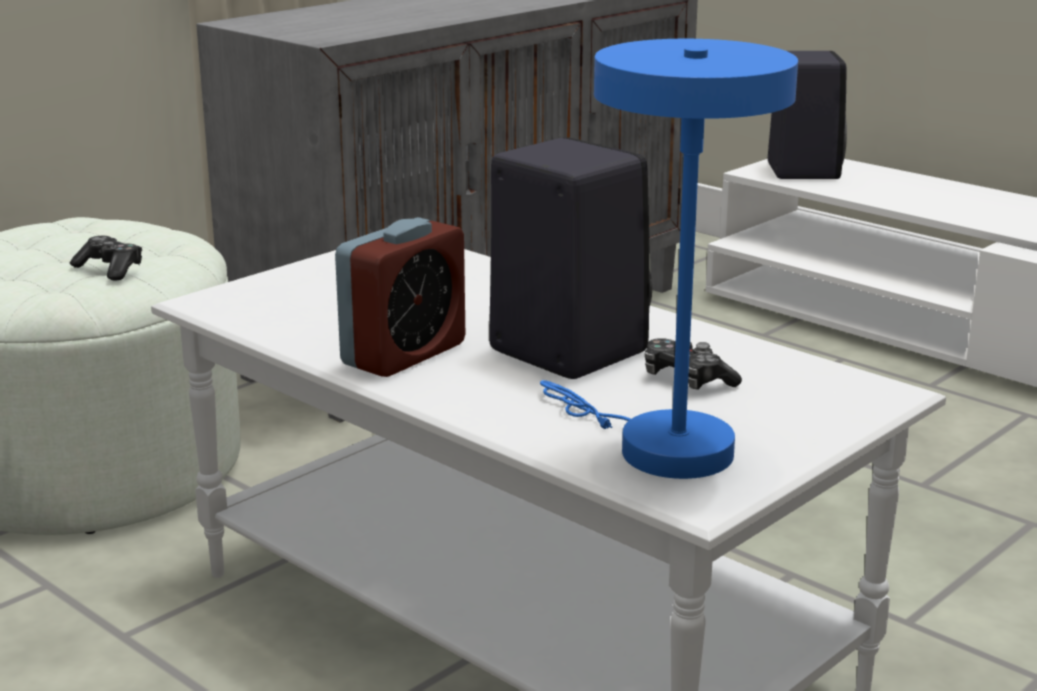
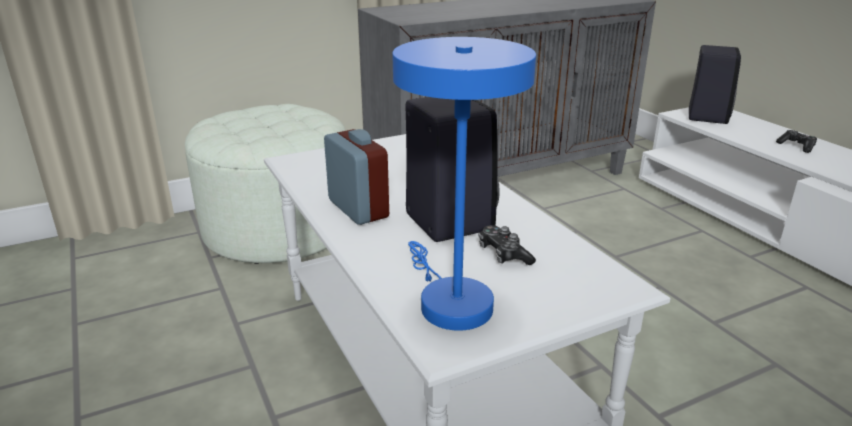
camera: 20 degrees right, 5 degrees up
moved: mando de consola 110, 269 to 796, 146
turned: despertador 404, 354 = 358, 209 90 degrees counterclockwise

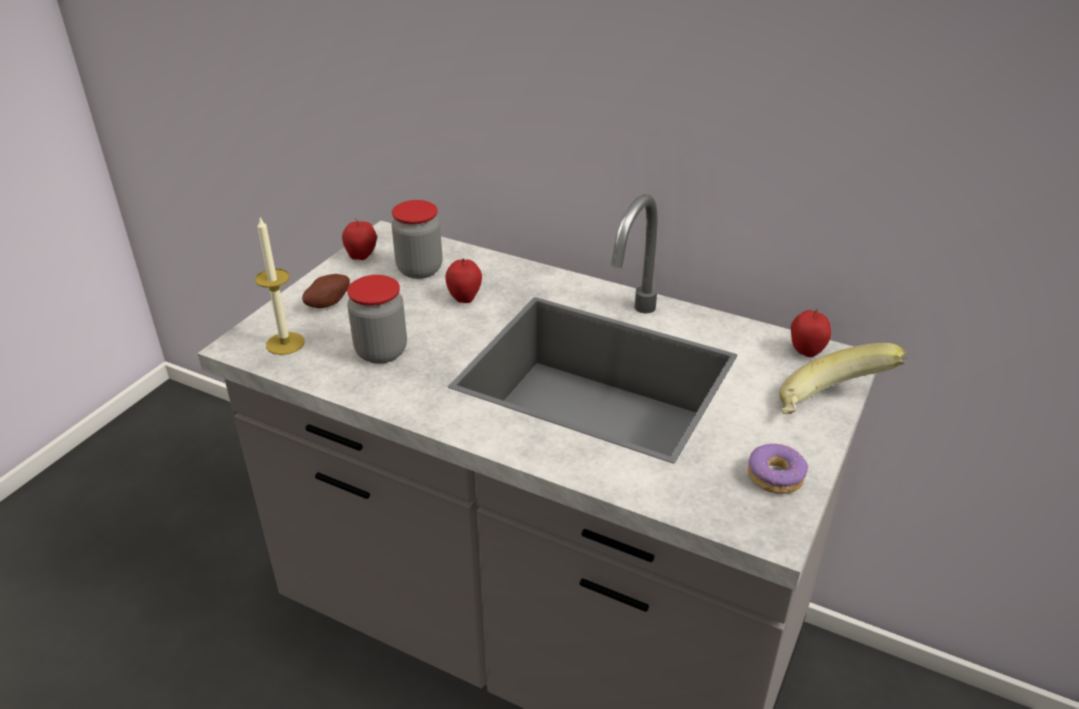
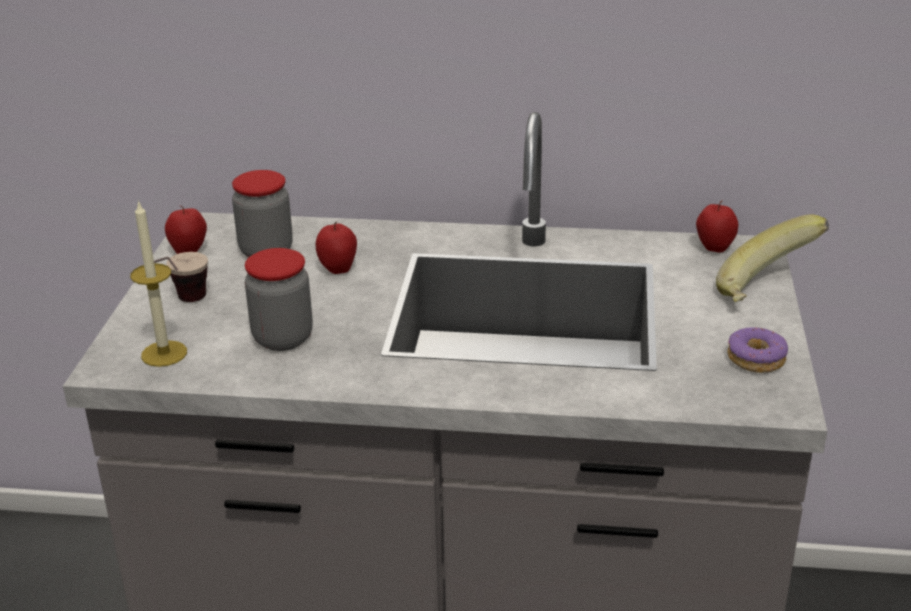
camera: 20 degrees left, 5 degrees down
replaced: patata 327, 303 to taza 183, 304

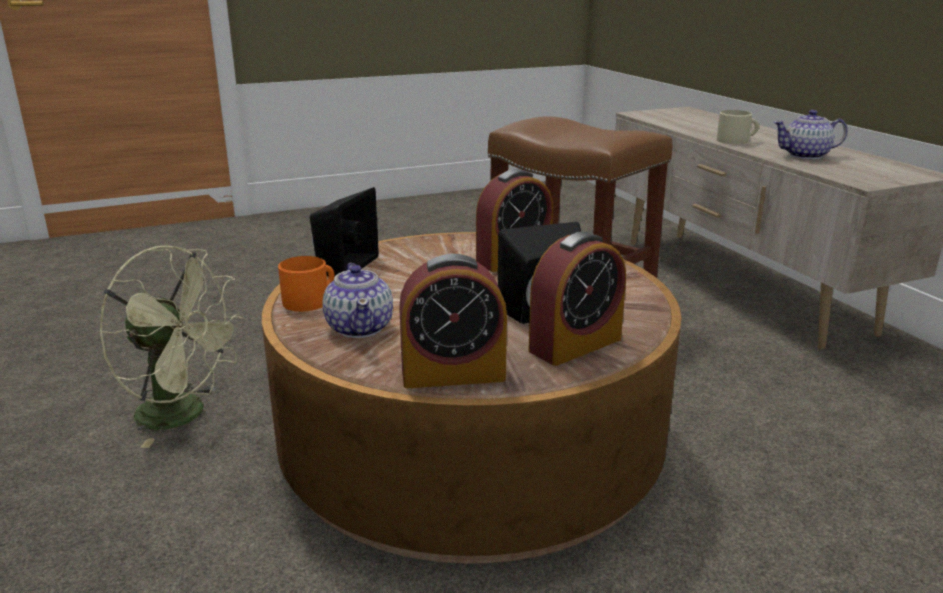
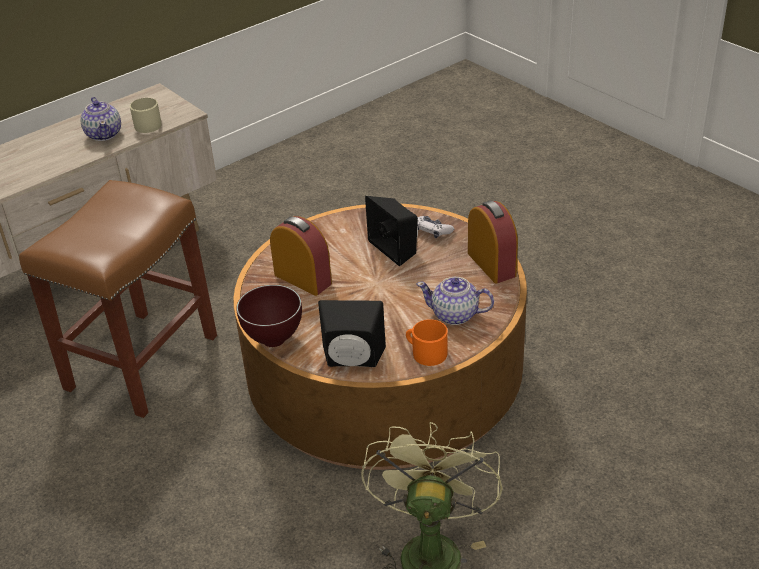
camera: 105 degrees left, 15 degrees up
added: cuenco (marrón) 275, 339
moved: taza grande (beis) 736, 141 to 148, 124
replaced: despertador 575, 345 to mando de consola 432, 231
turned: tetera 360, 327 = 455, 315 135 degrees counterclockwise

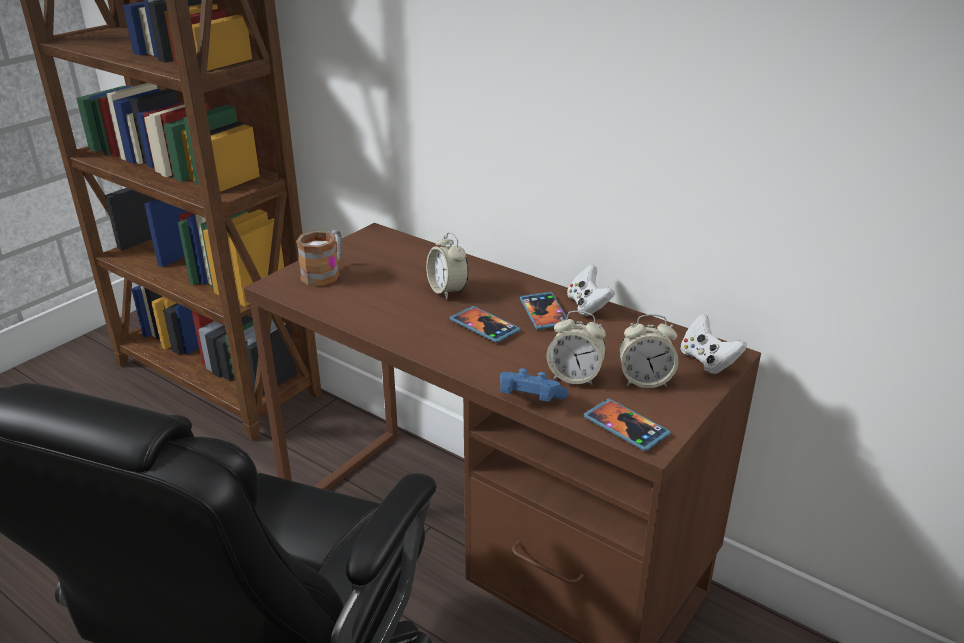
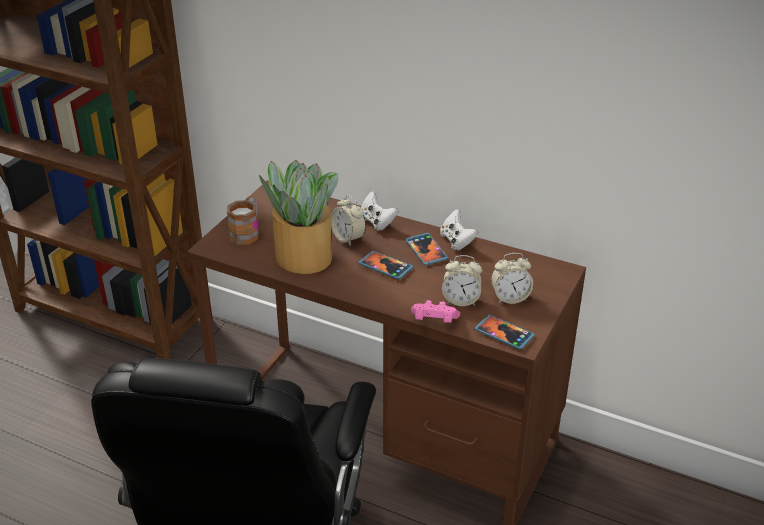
camera: 10 degrees left, 5 degrees up
added: planta en maceta 303, 256
moved: mando de consola (blanco) 707, 361 to 377, 222
recoloured: mando de consola (azul) 529, 400 to mando de consola (rosa) 434, 321

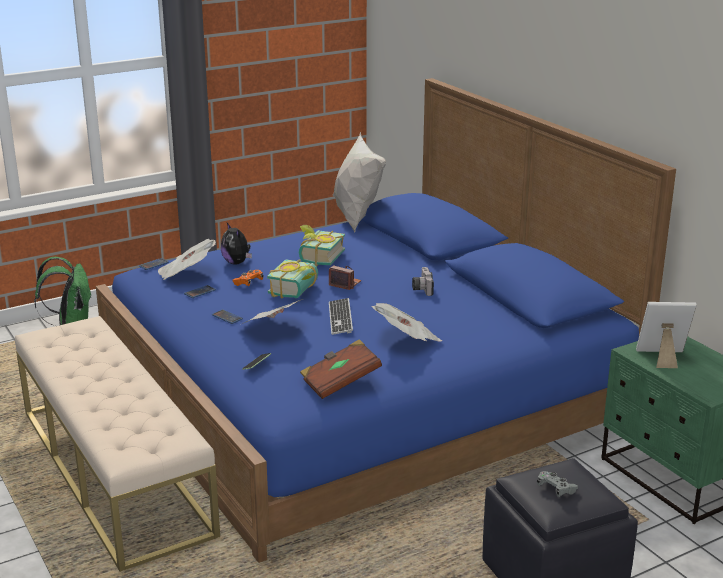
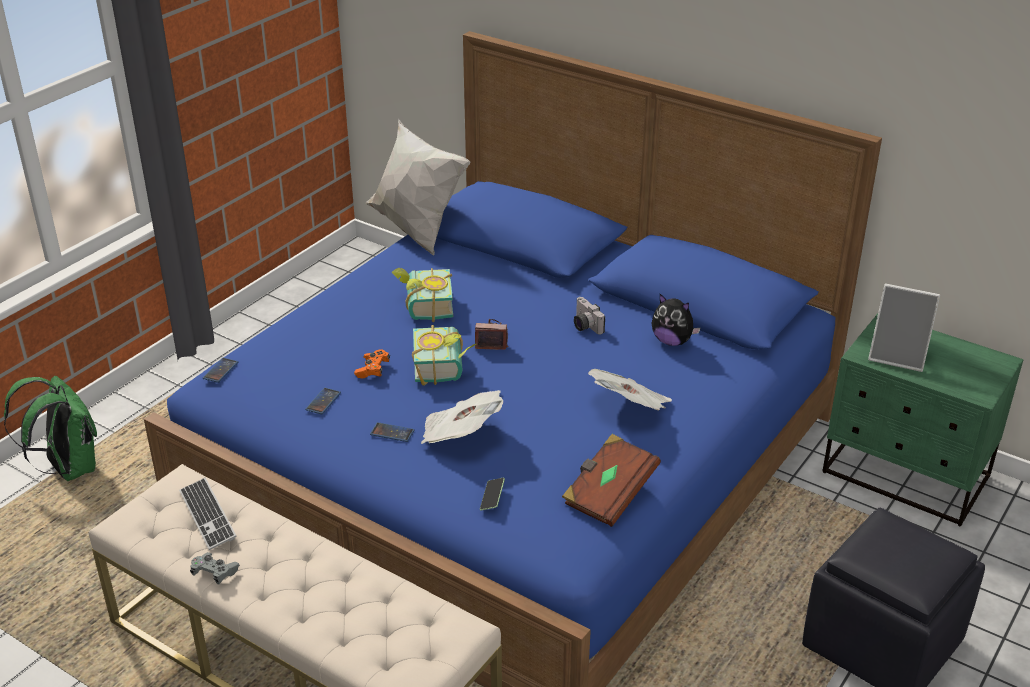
camera: 25 degrees left, 10 degrees up
removed: periódico 186, 274
moved: peluche 237, 262 to 672, 341; teclado 340, 318 to 207, 515; mando de consola (gris) 556, 489 to 214, 573
turned: portarretratos 661, 358 = 898, 356 135 degrees counterclockwise

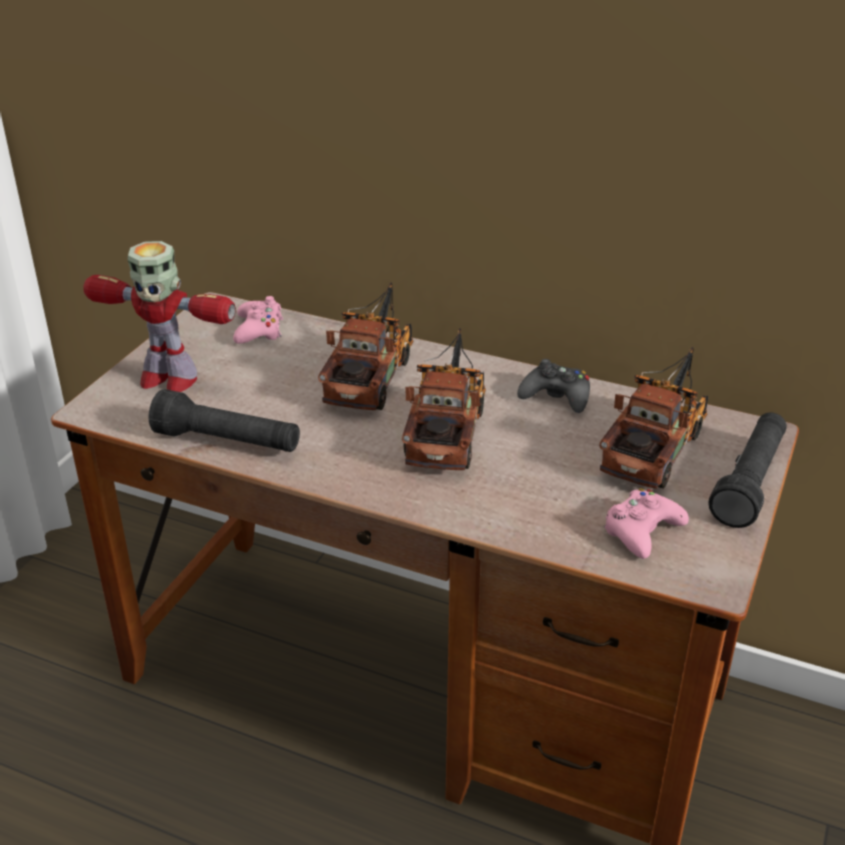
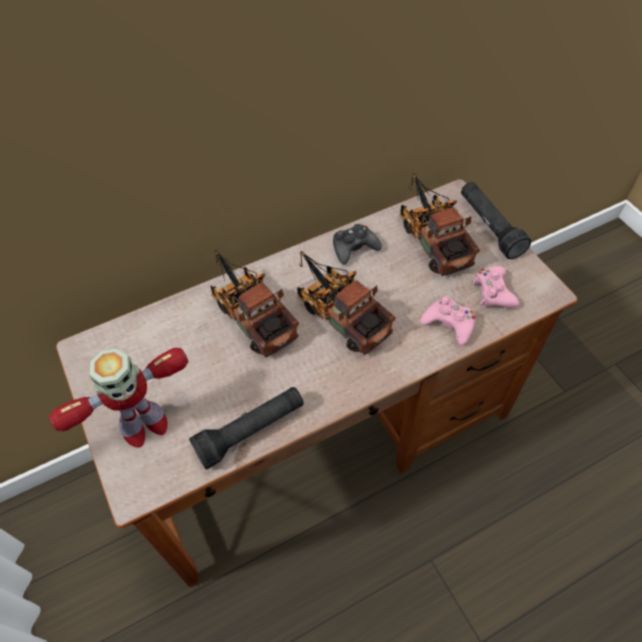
camera: 50 degrees left, 20 degrees up
moved: mando de consola (rosa) 259, 330 to 449, 324

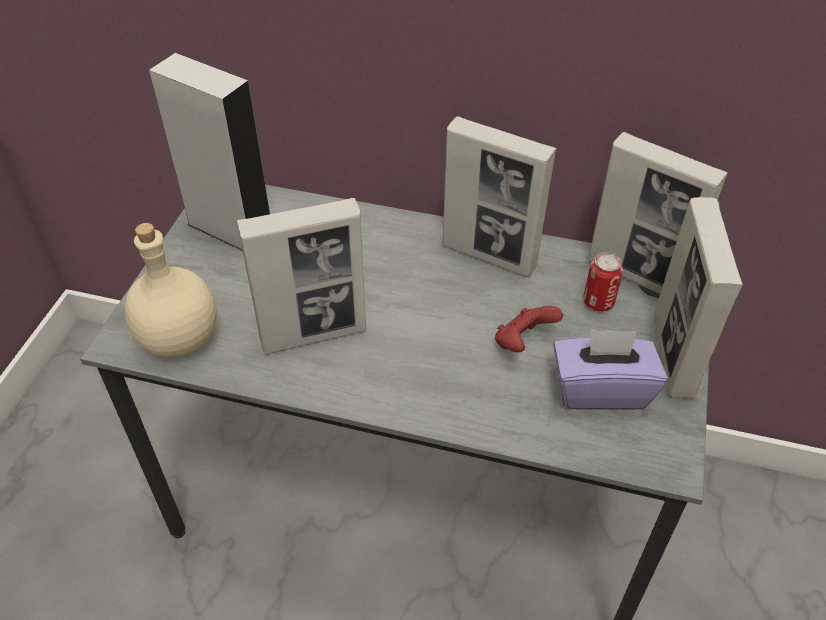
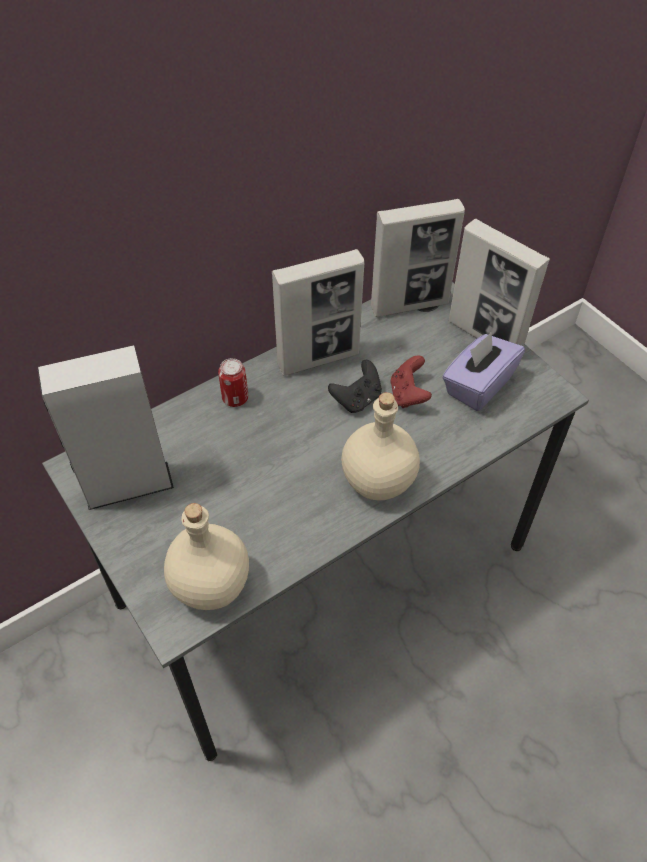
camera: 50 degrees left, 5 degrees up
removed: portarretratos 314, 335
added: mando de consola (negro) 357, 399; botella (beis) 379, 480
moved: lata 598, 302 to 235, 398

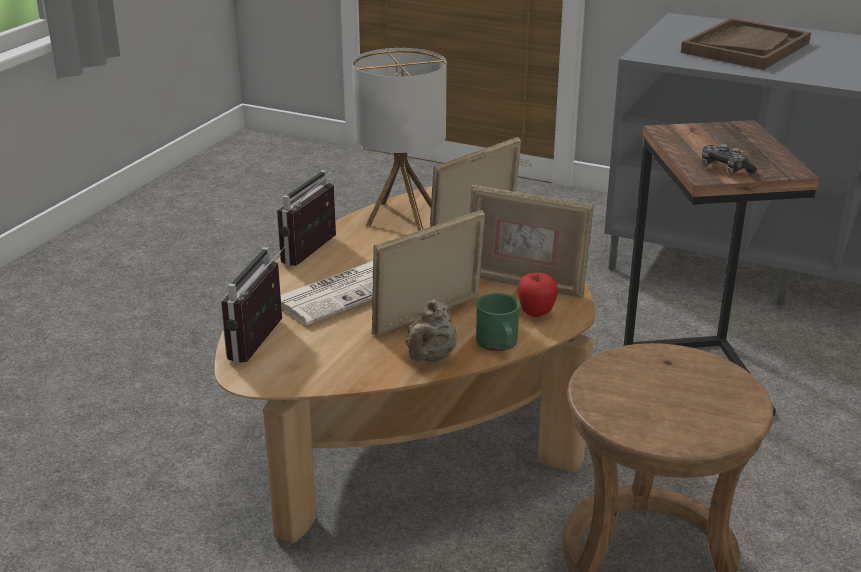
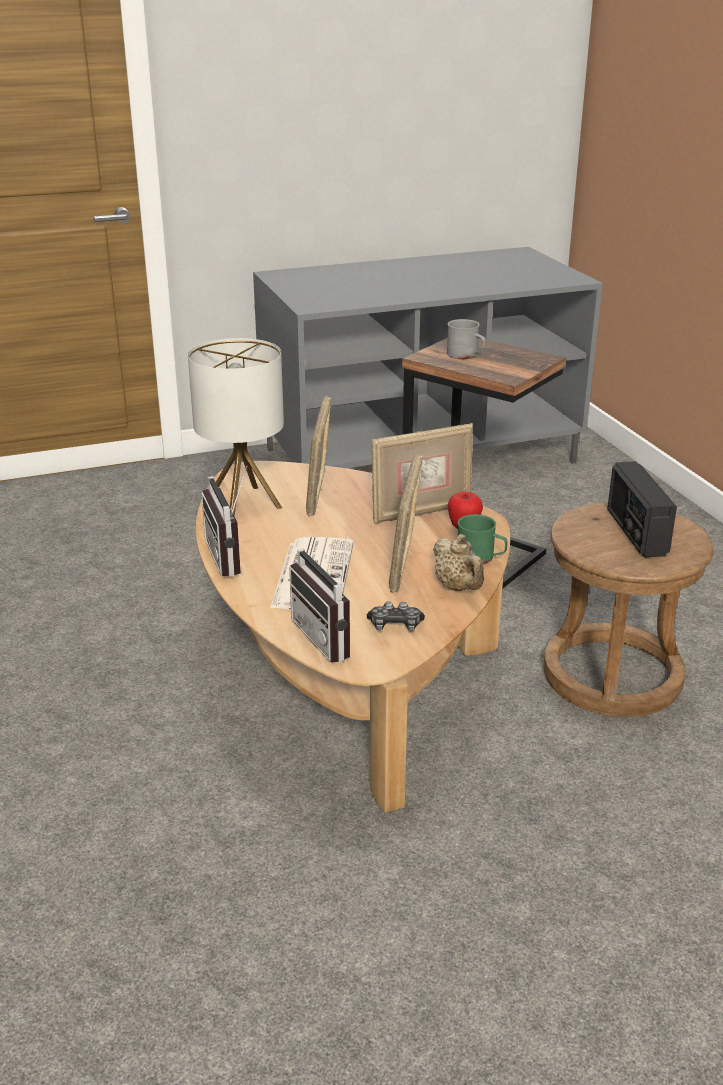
camera: 45 degrees left, 0 degrees up
removed: bandeja (marrón) 745, 47
added: taza grande (gris) 466, 355; radio 636, 532
moved: mando de consola 724, 169 to 395, 625

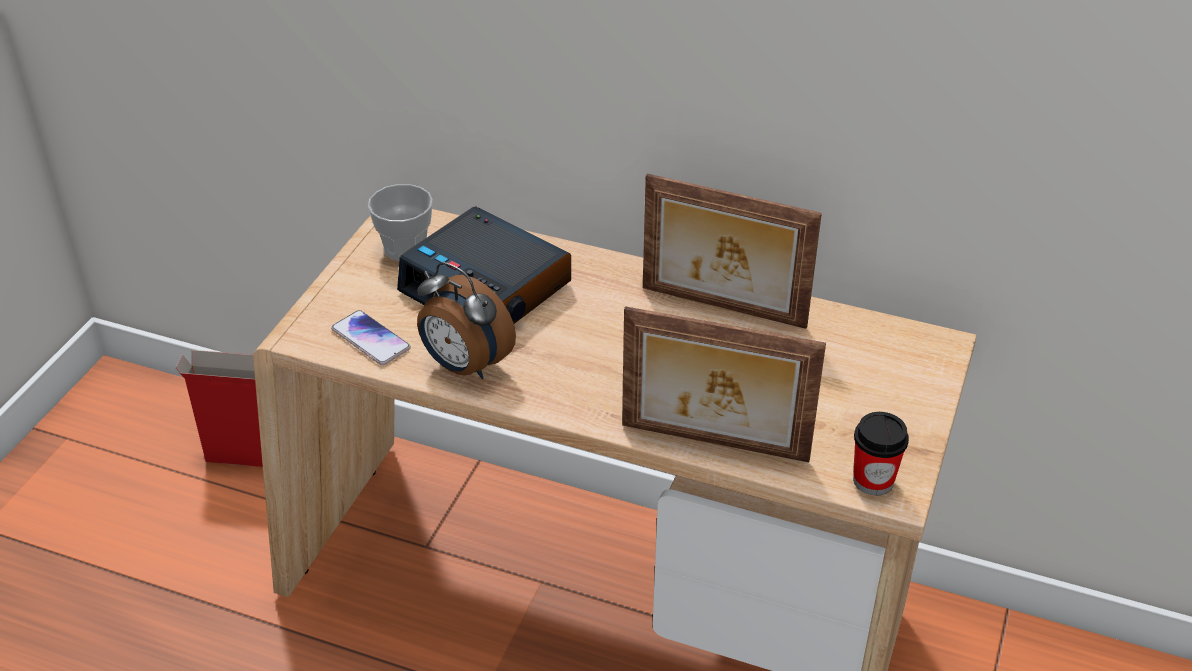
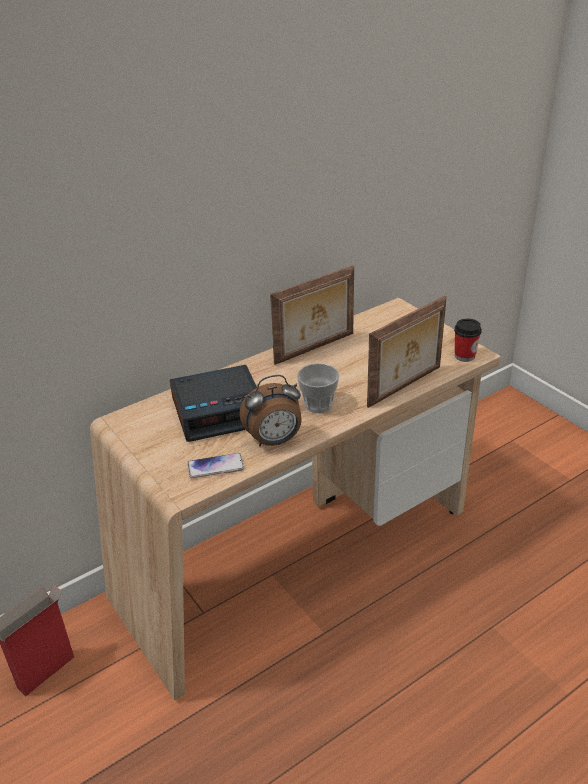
camera: 55 degrees left, 5 degrees down
moved: taza 405, 248 to 318, 404

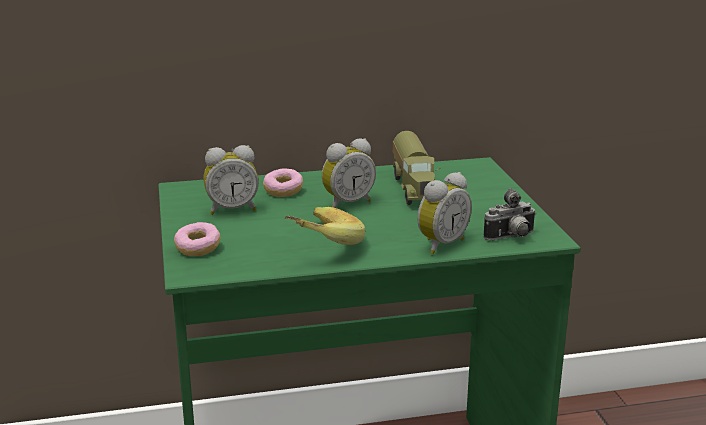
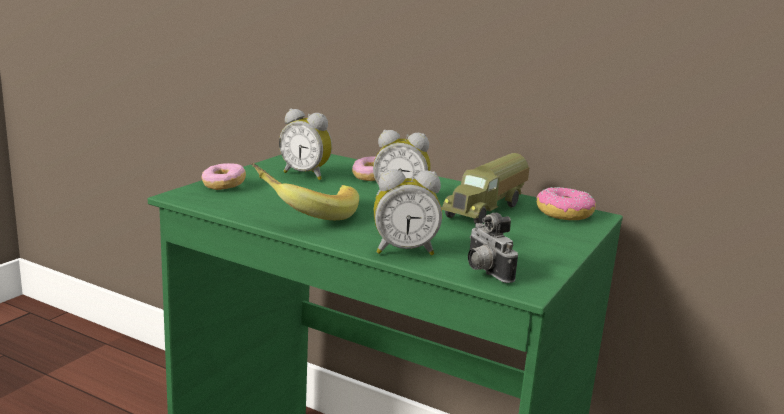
camera: 40 degrees right, 5 degrees down
added: rosquilla 564, 214
turned: cámara 511, 238 = 484, 272 45 degrees clockwise

